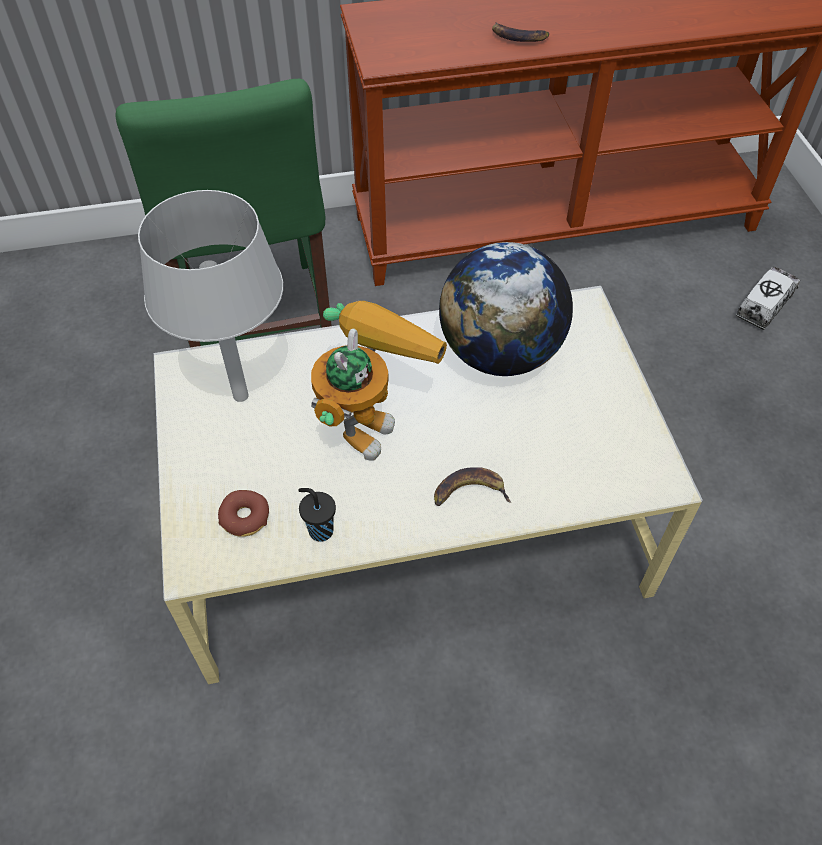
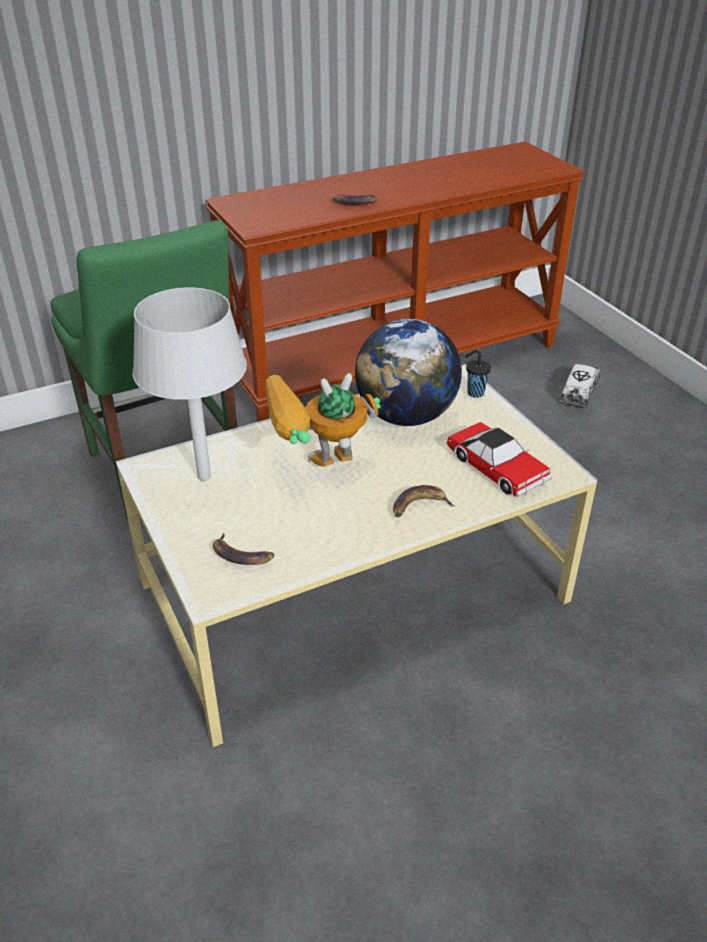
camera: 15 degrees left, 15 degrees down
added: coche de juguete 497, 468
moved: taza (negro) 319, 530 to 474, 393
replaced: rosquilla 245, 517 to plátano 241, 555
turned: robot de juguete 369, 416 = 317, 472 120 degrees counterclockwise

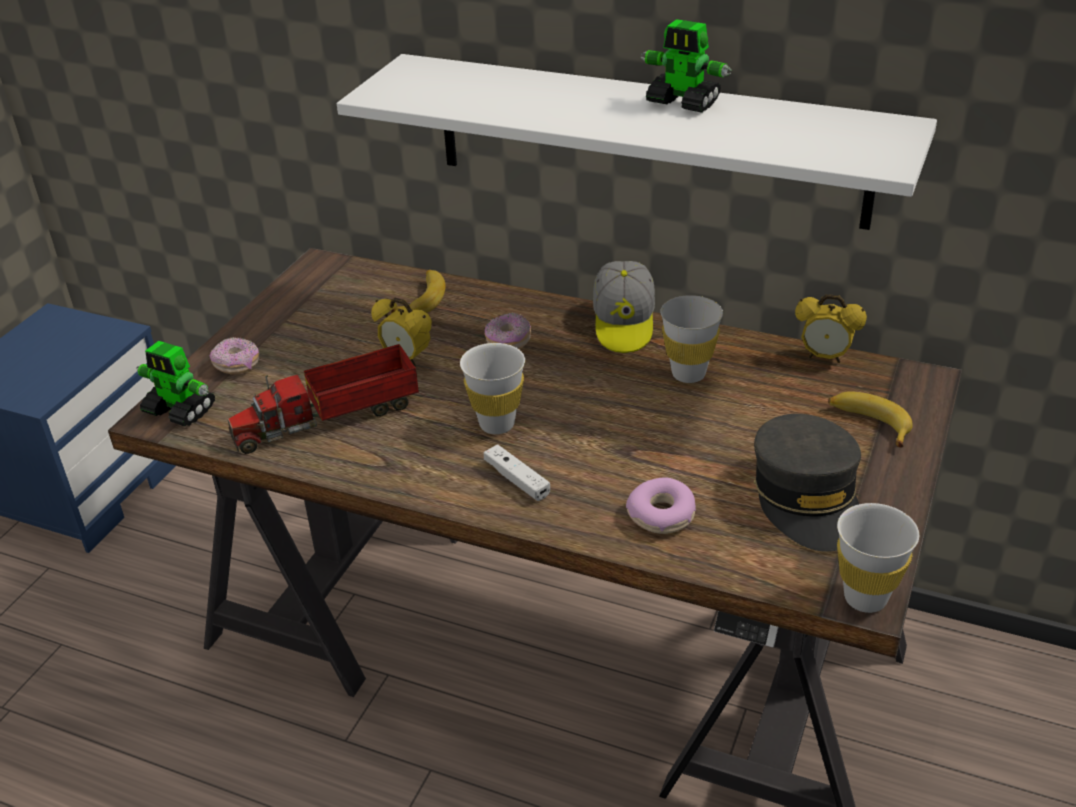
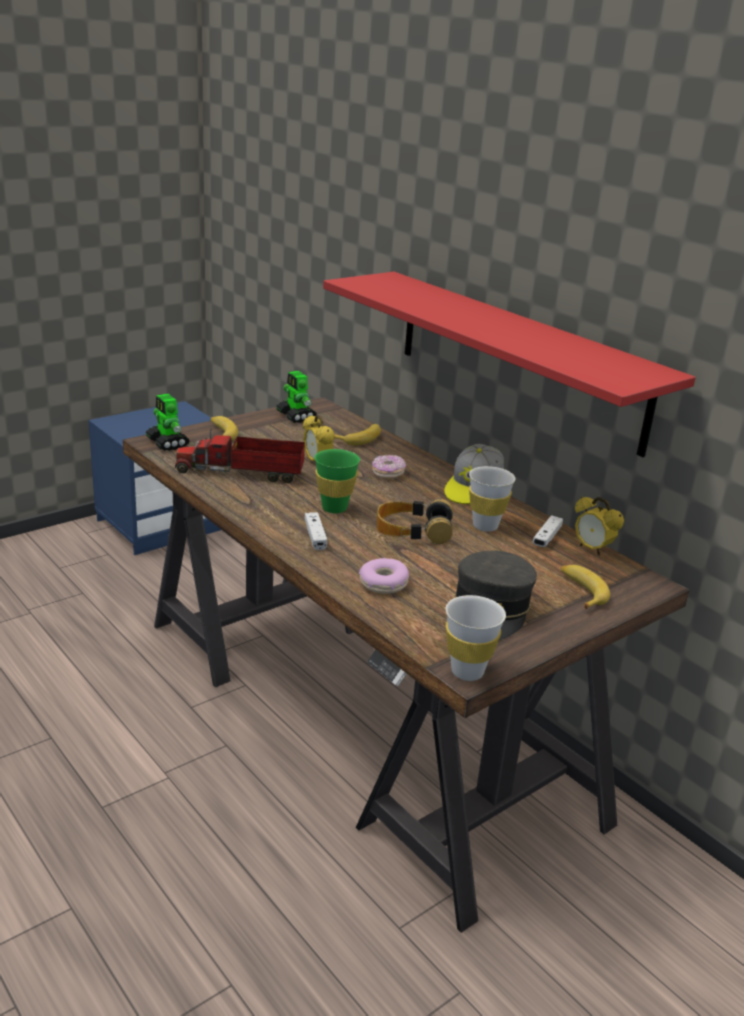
camera: 25 degrees right, 10 degrees down
added: auriculares 413, 530; mando de consola (blanco) 547, 538
moved: robot de juguete 683, 102 to 296, 417
replaced: rosquilla 237, 365 to plátano 220, 434
recoloured: estante (blanco) 647, 140 to estante (rojo) 517, 358; taza (blanco) 497, 424 to taza (verde) 334, 508

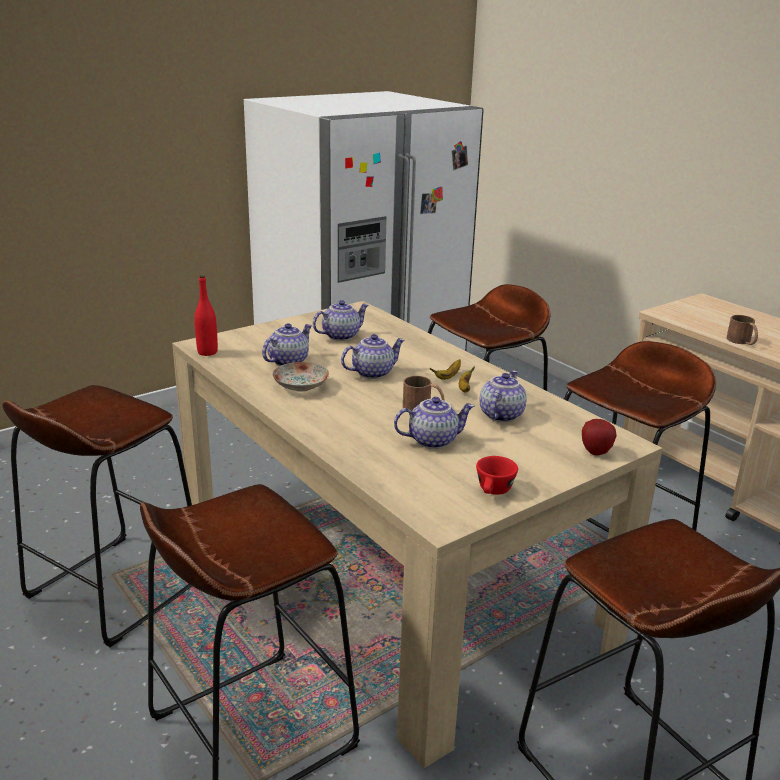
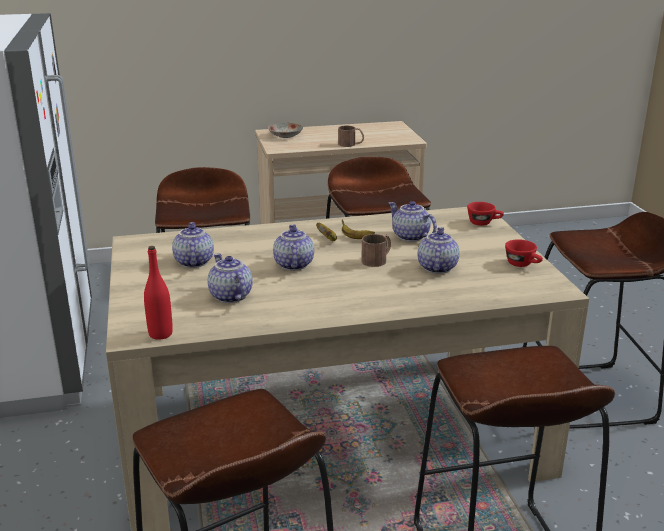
camera: 65 degrees left, 0 degrees up
moved: plato 300, 386 to 285, 136
replaced: manzana 595, 452 to taza (rojo) 484, 223

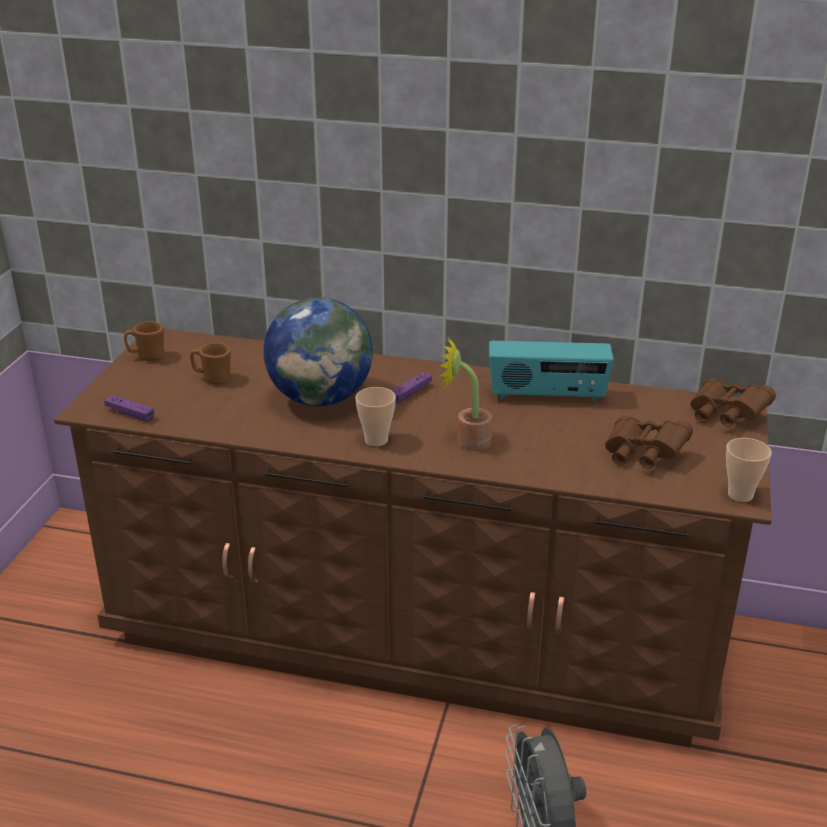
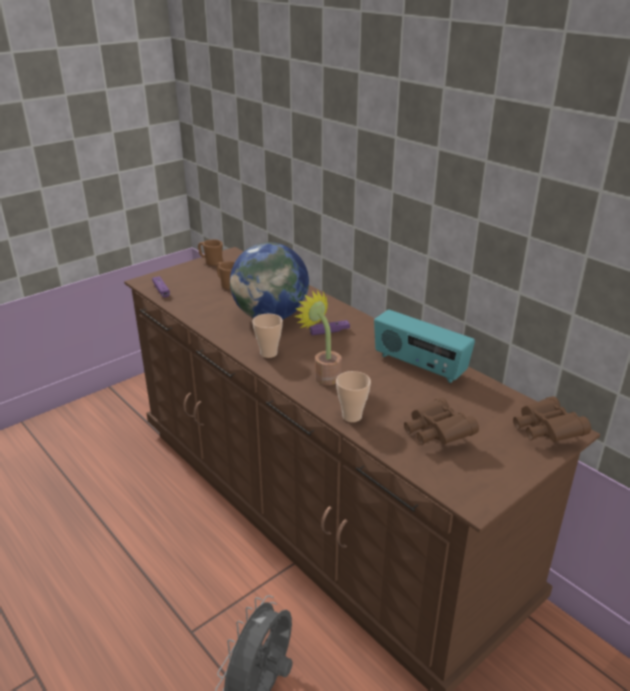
camera: 35 degrees right, 0 degrees up
moved: taza 740, 495 to 352, 416

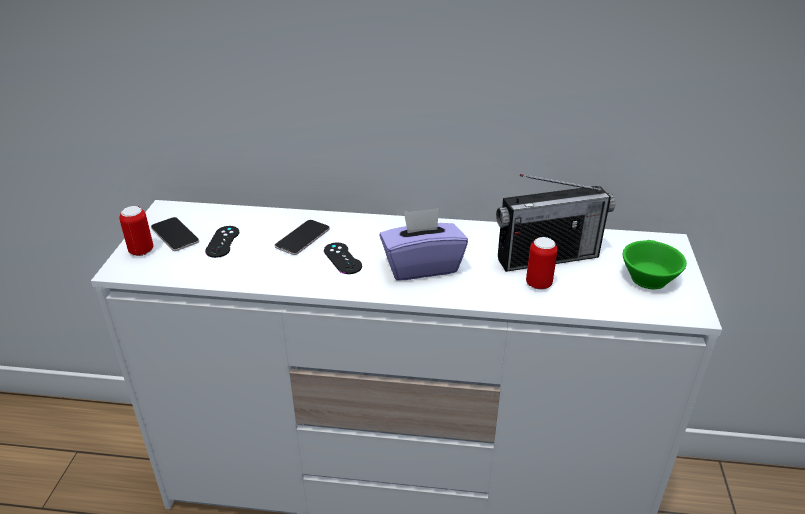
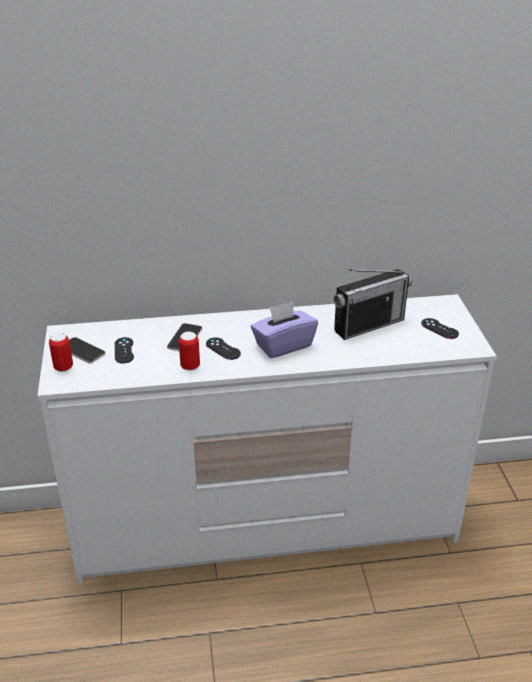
camera: 15 degrees left, 0 degrees up
moved: lata 538, 284 to 190, 366
replaced: taza (verde) 646, 277 to mando de consola (negro) 439, 329

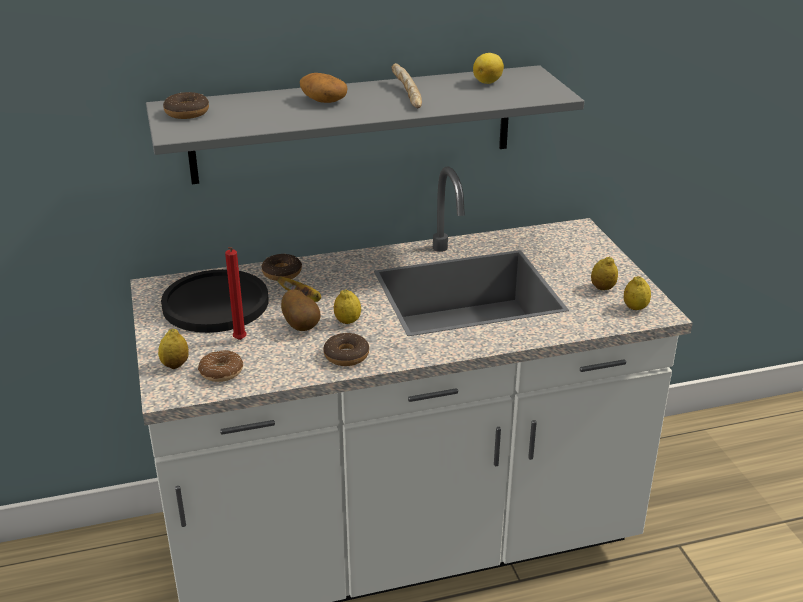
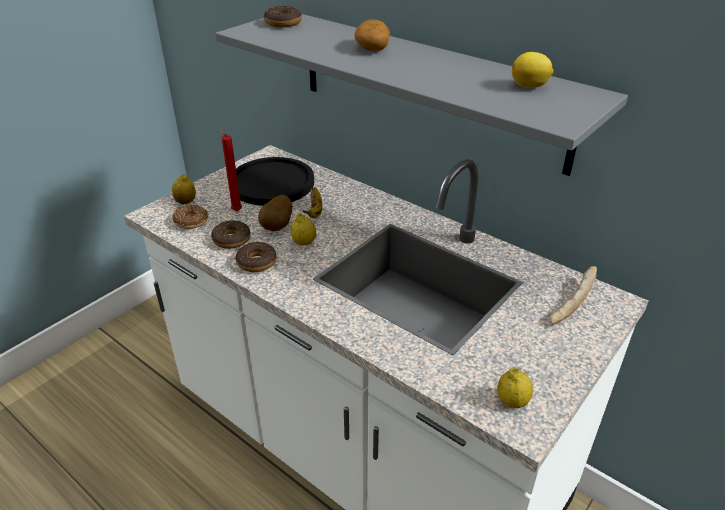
camera: 55 degrees right, 5 degrees up
removed: limón 602, 288
moved: rosquilla 282, 273 to 231, 239; pan 406, 95 to 571, 302

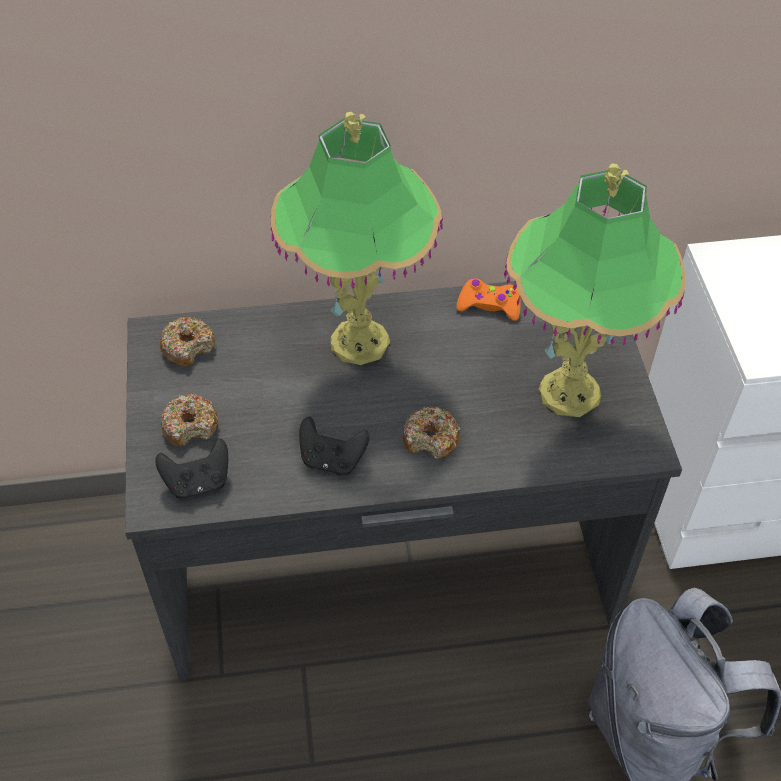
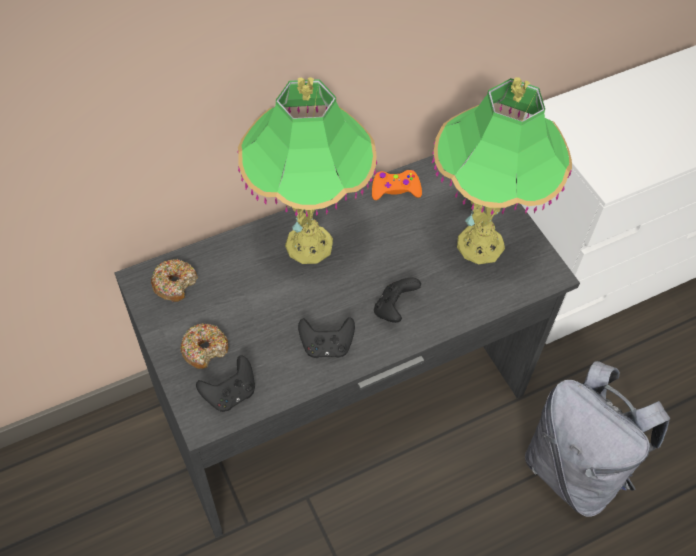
camera: 20 degrees left, 5 degrees up
replaced: rosquilla 431, 439 to mando de consola (negro) 394, 308

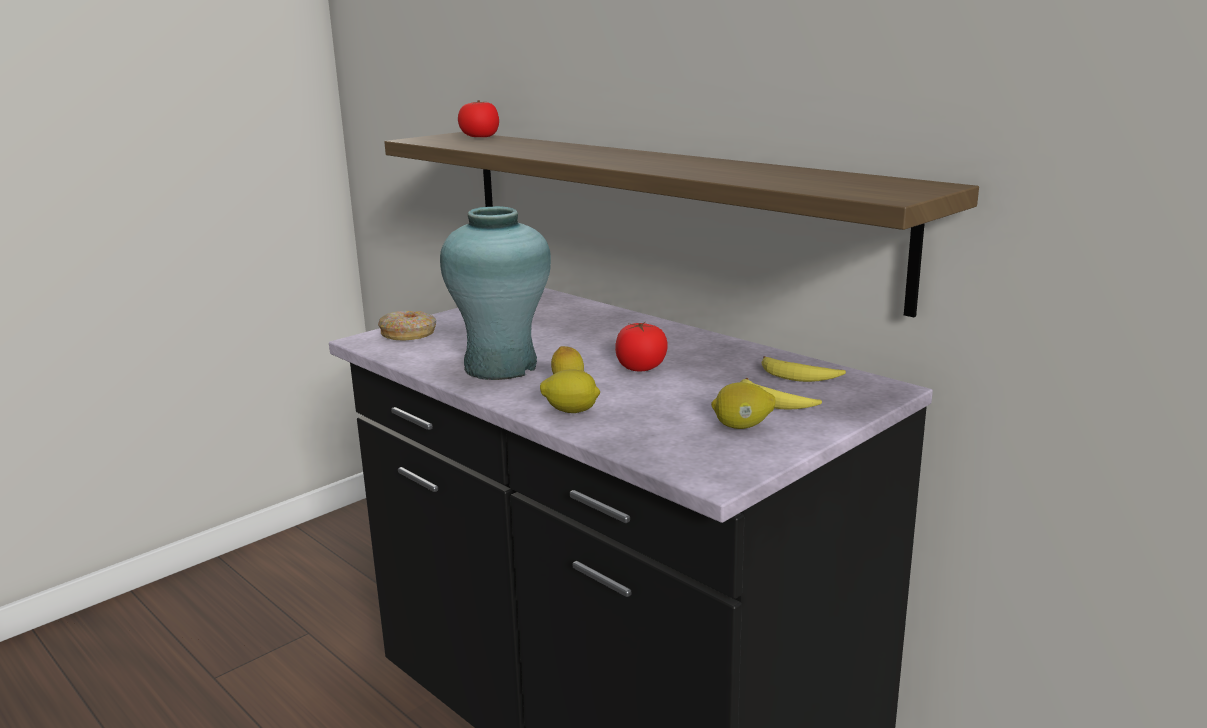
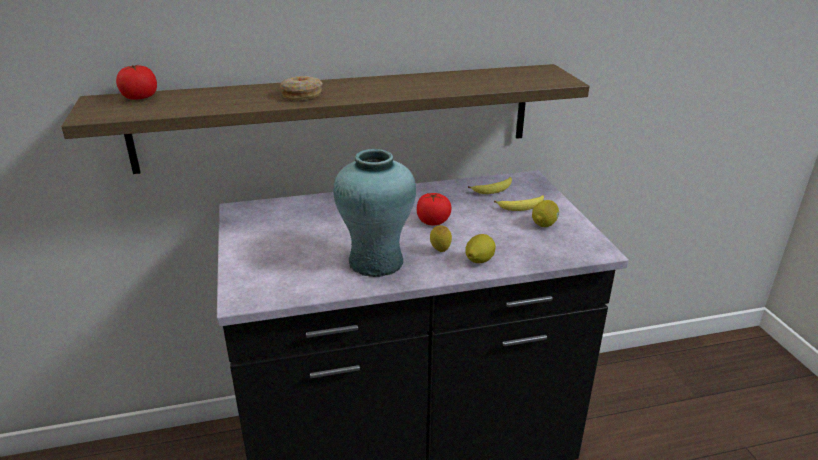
camera: 60 degrees left, 10 degrees up
moved: rosquilla 409, 334 to 301, 95

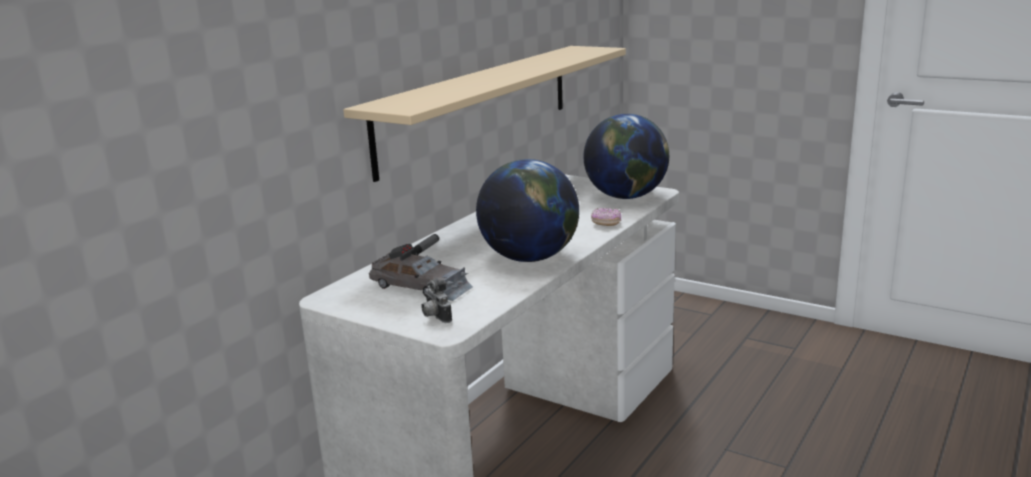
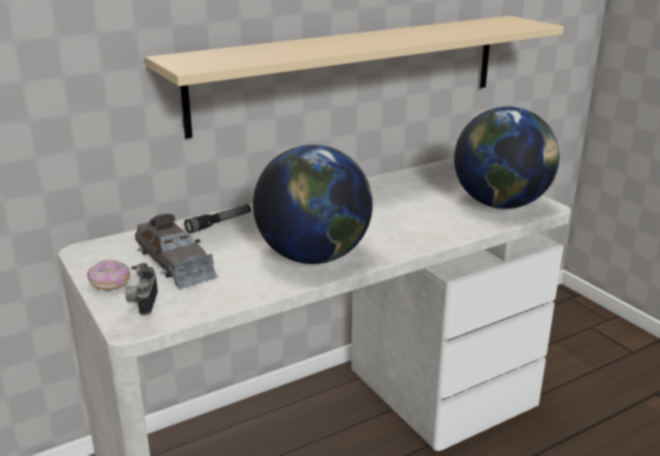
camera: 25 degrees right, 5 degrees up
moved: rosquilla 606, 223 to 110, 283

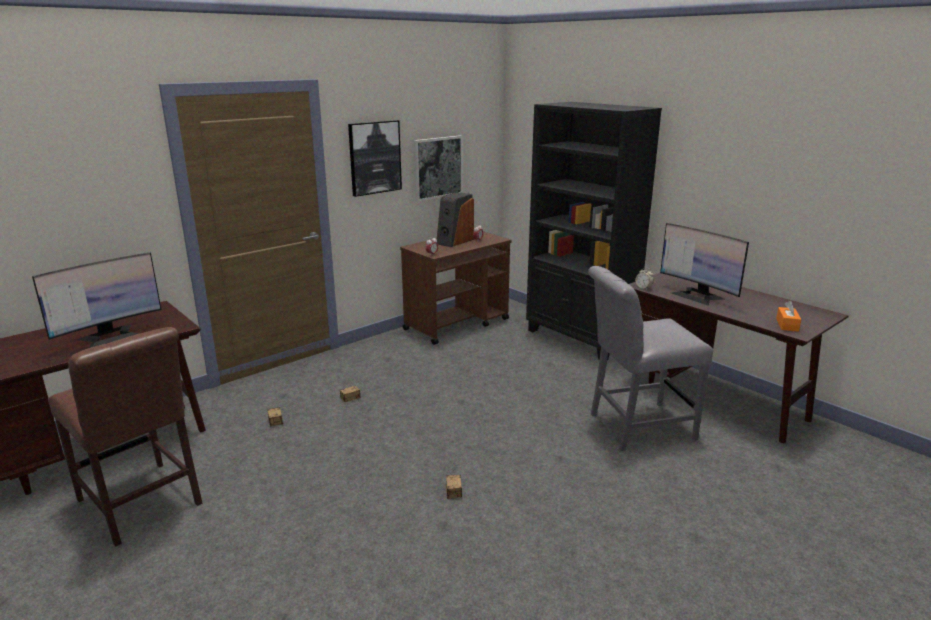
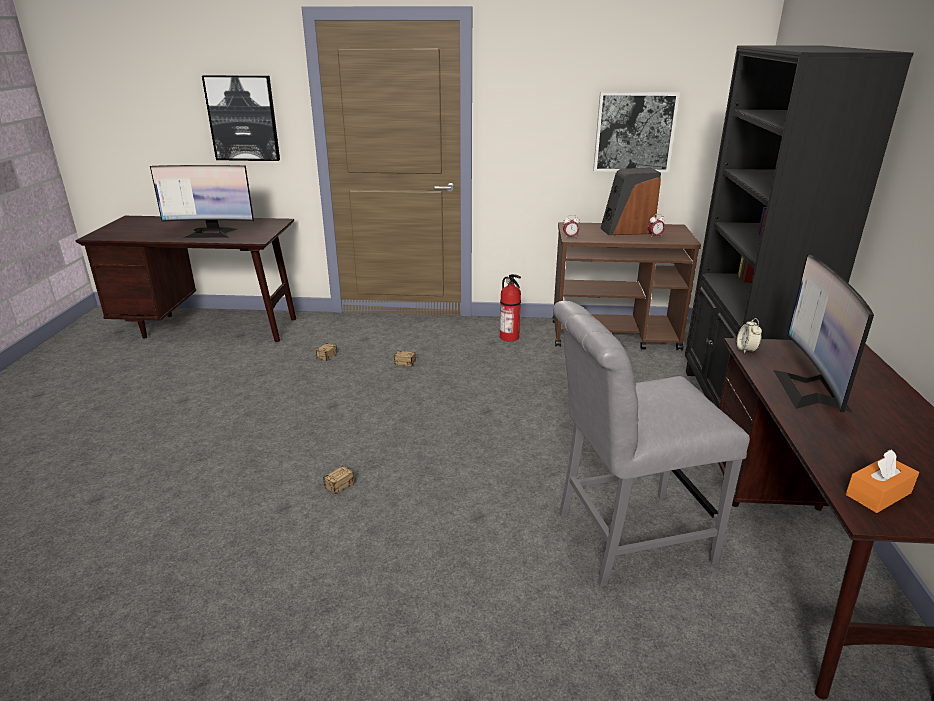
camera: 45 degrees right, 5 degrees up
removed: silla (marrón) 142, 505
added: extintor 510, 337
moved: cuadro 374, 157 to 243, 118
turned: silla (gris) 635, 426 = 625, 537 45 degrees counterclockwise

